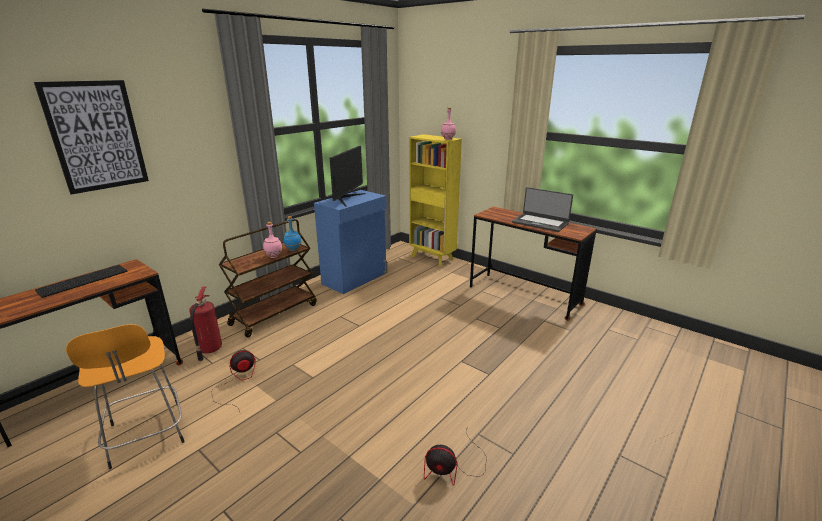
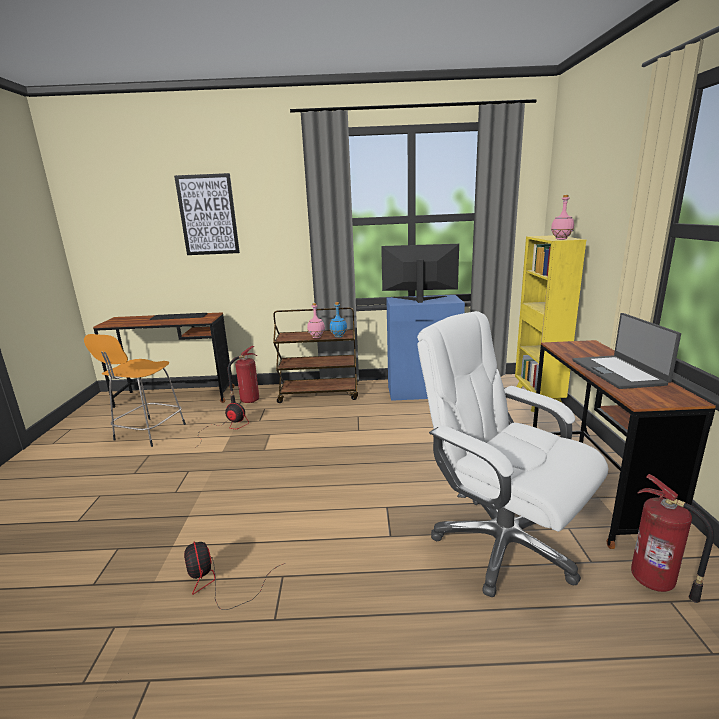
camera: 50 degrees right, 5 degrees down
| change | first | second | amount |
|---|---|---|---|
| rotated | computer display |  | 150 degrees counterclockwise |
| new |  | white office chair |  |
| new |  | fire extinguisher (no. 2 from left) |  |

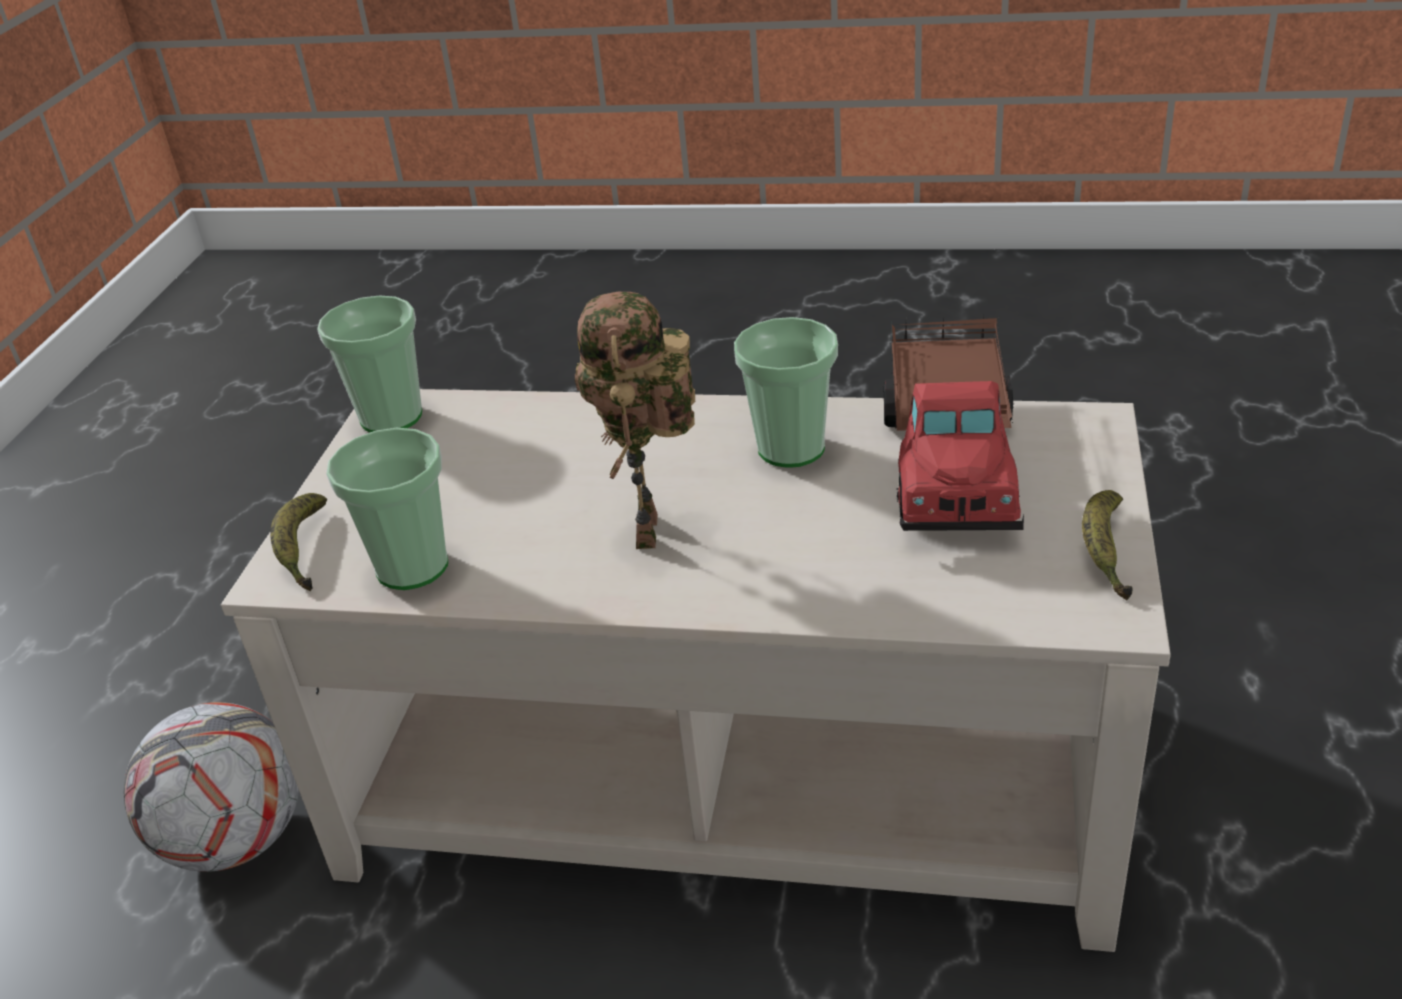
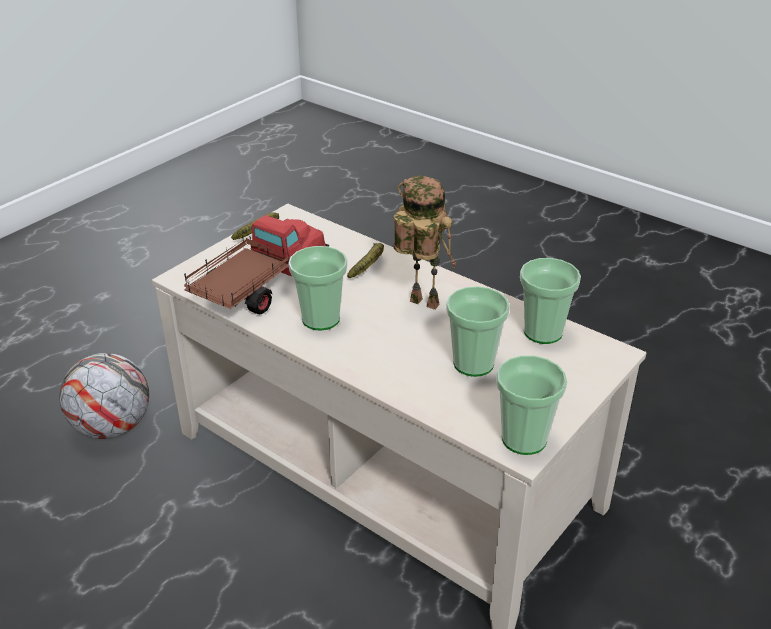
camera: 155 degrees left, 0 degrees up
| change | first | second | amount |
|---|---|---|---|
| shifted | ball for football |  |  |
| shifted | banana (no. 1 from left in the first image) | banana (no. 2 from left) |  |
| rotated | robot figure |  | 90 degrees counterclockwise |
| new |  | cup (no. 2 from left) |  |

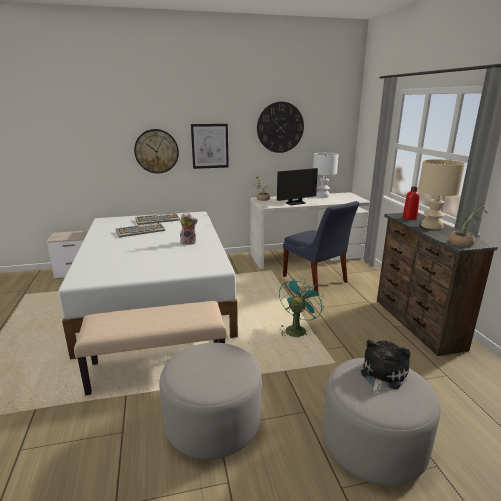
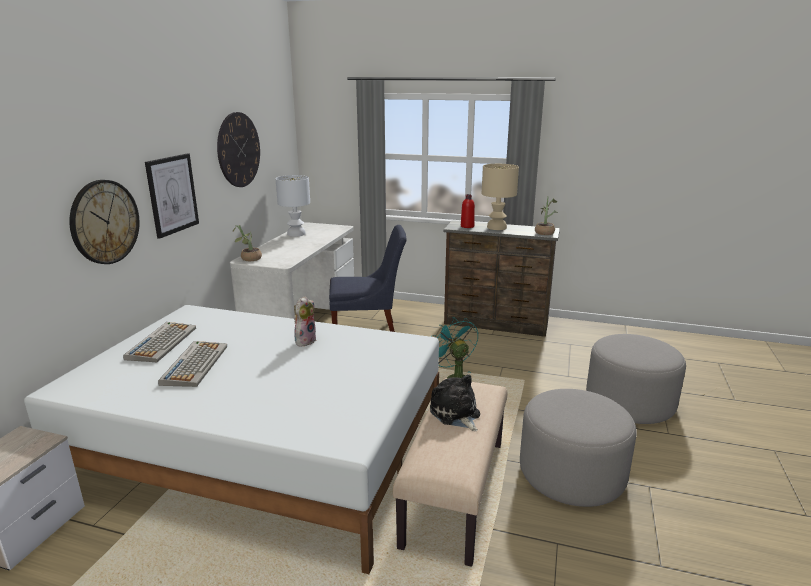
camera: 60 degrees left, 0 degrees up
| change | first | second | amount |
|---|---|---|---|
| shifted | plush toy (no. 2 from left) |  |  |
| gone | computer display |  |  |

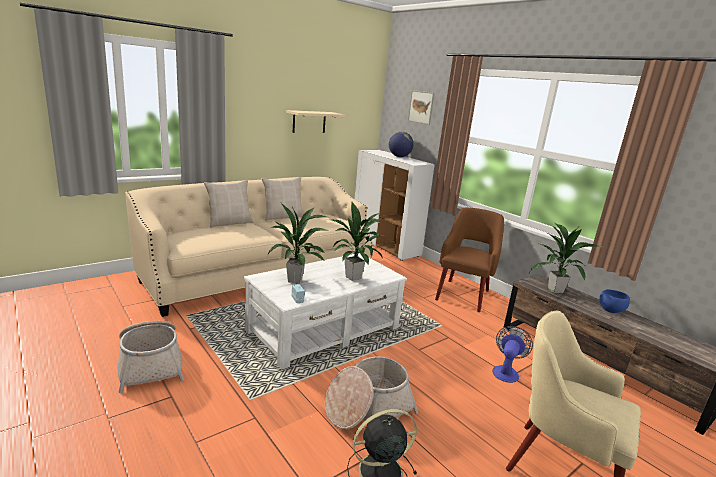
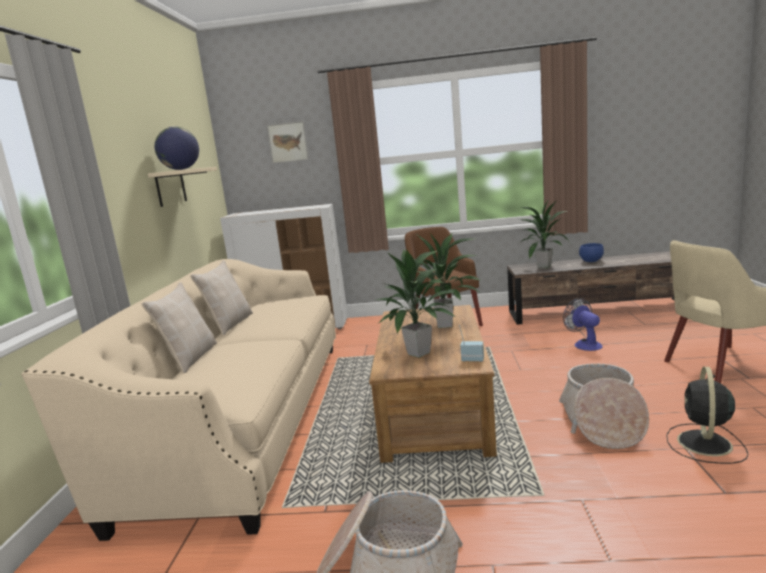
camera: 45 degrees left, 5 degrees down
| change | first | second | amount |
|---|---|---|---|
| shifted | globe |  |  |
| repainted | white low table | brown-coloured low table |  |

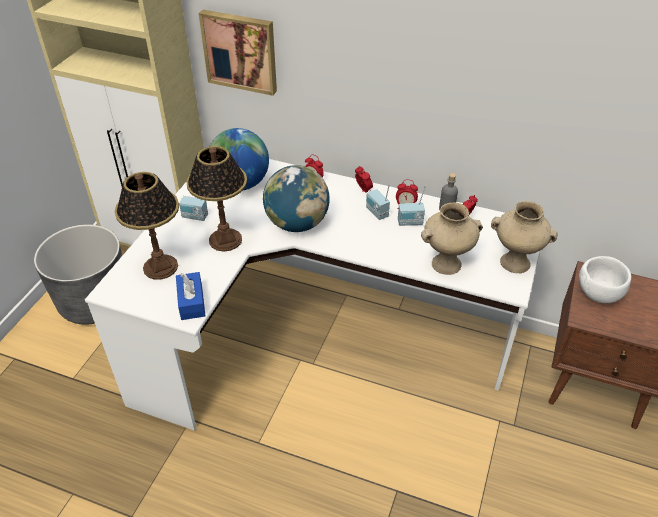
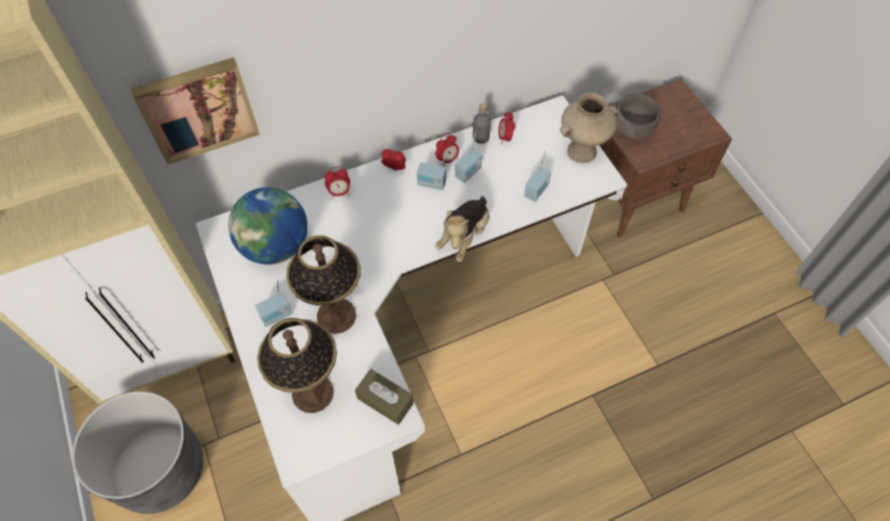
camera: 45 degrees left, 15 degrees up
| change | first | second | amount |
|---|---|---|---|
| repainted | bluish tissue box | brown-coloured tissue box |  |
| new |  | plush toy |  |
| swapped | beige-coloured vase (no. 1 from left) | radio receiver (no. 4 from left) |  |
| repainted | white bowl | brown-coloured bowl |  |
| gone | globe (no. 2 from left) |  |  |

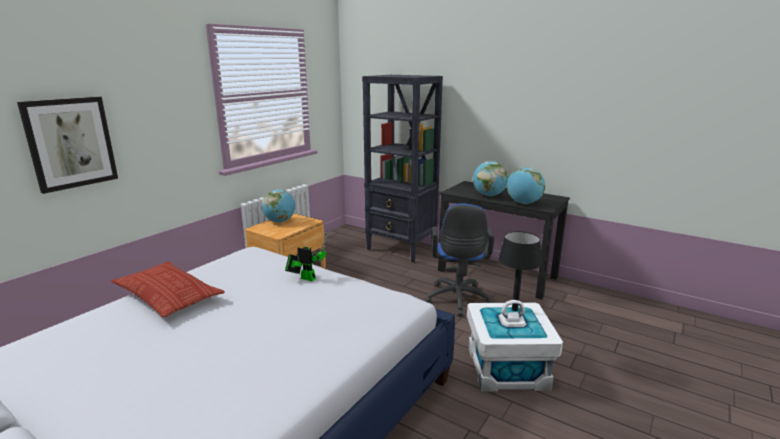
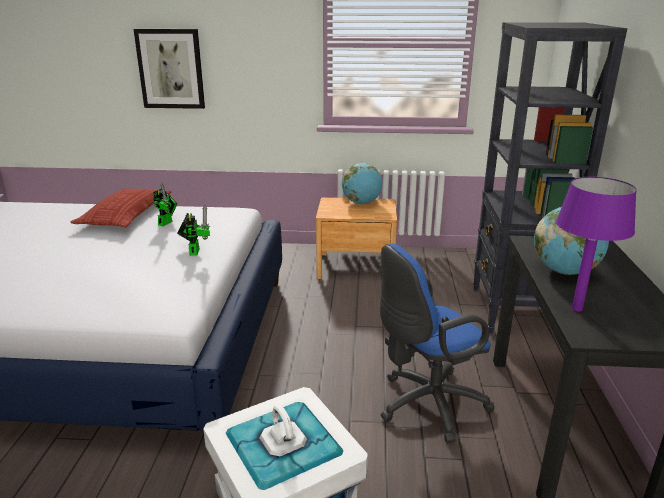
camera: 60 degrees right, 5 degrees up
| change | first | second | amount |
|---|---|---|---|
| new |  | robot figure (no. 1 from left) |  |
| swapped | globe (no. 3 from left) | purplish lamp for a table |  |
| gone | black-coloured lamp for a table |  |  |

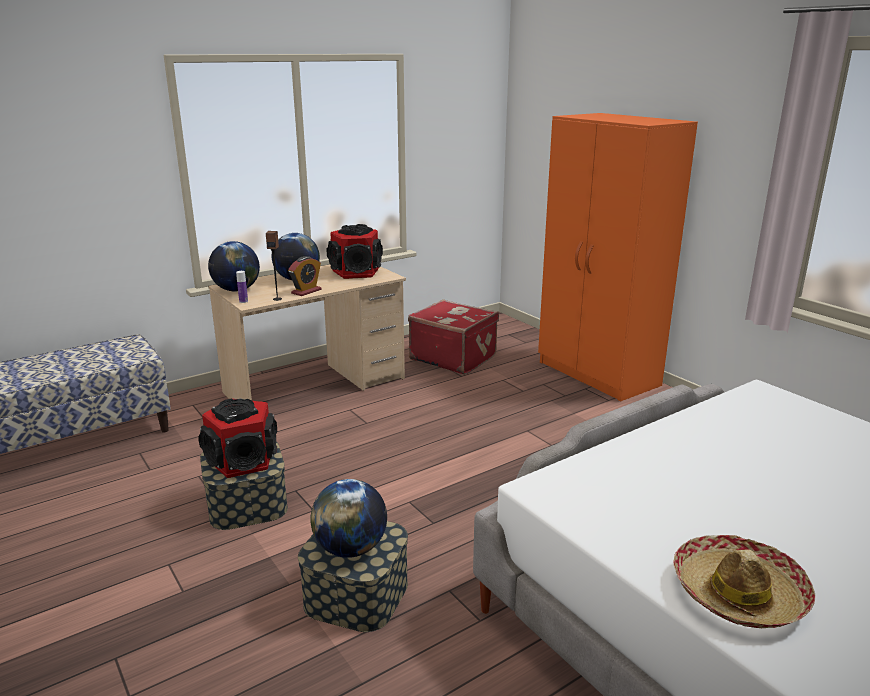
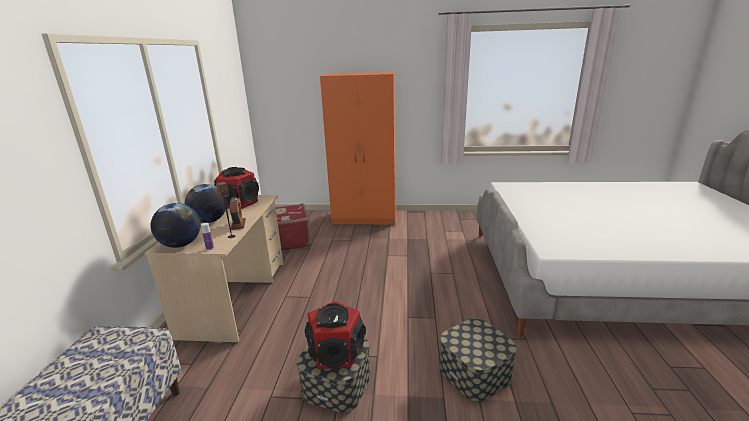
camera: 50 degrees left, 0 degrees up
| change | first | second | amount |
|---|---|---|---|
| gone | globe (no. 3 from left) |  |  |
| gone | wearable hat |  |  |

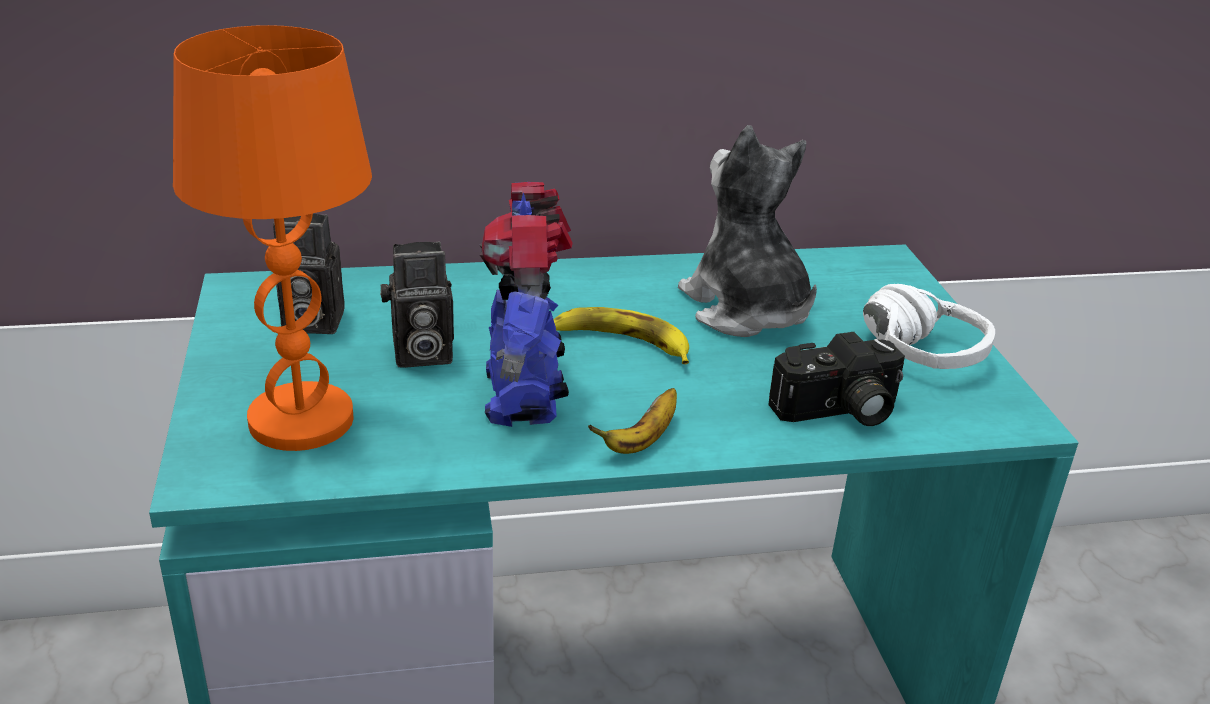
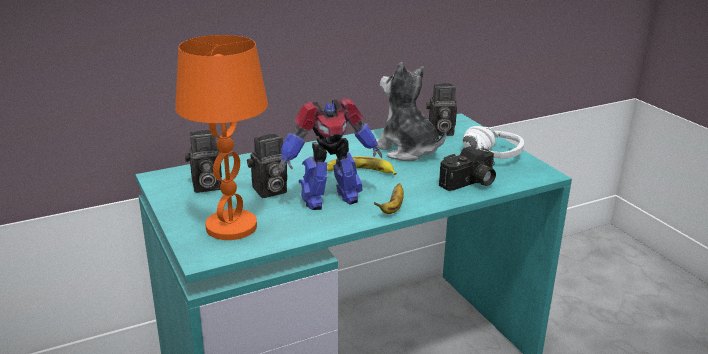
camera: 15 degrees left, 5 degrees down
| change | first | second | amount |
|---|---|---|---|
| rotated | robot figure |  | 90 degrees counterclockwise |
| new |  | still camera (no. 3 from left) |  |

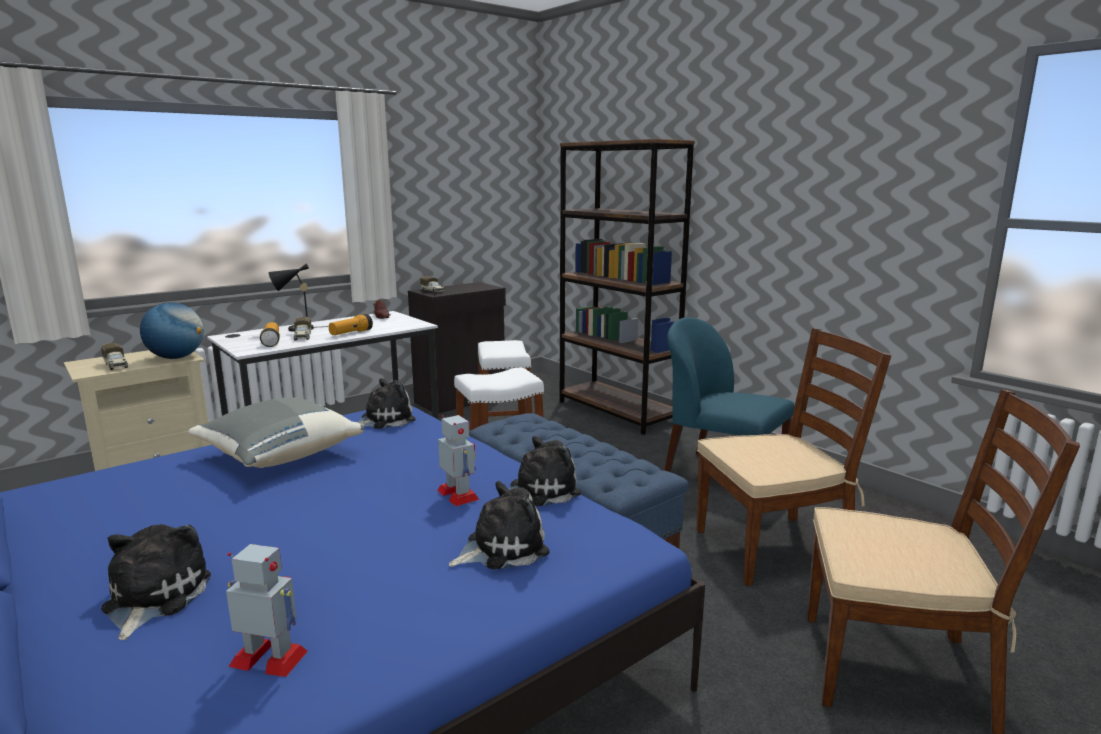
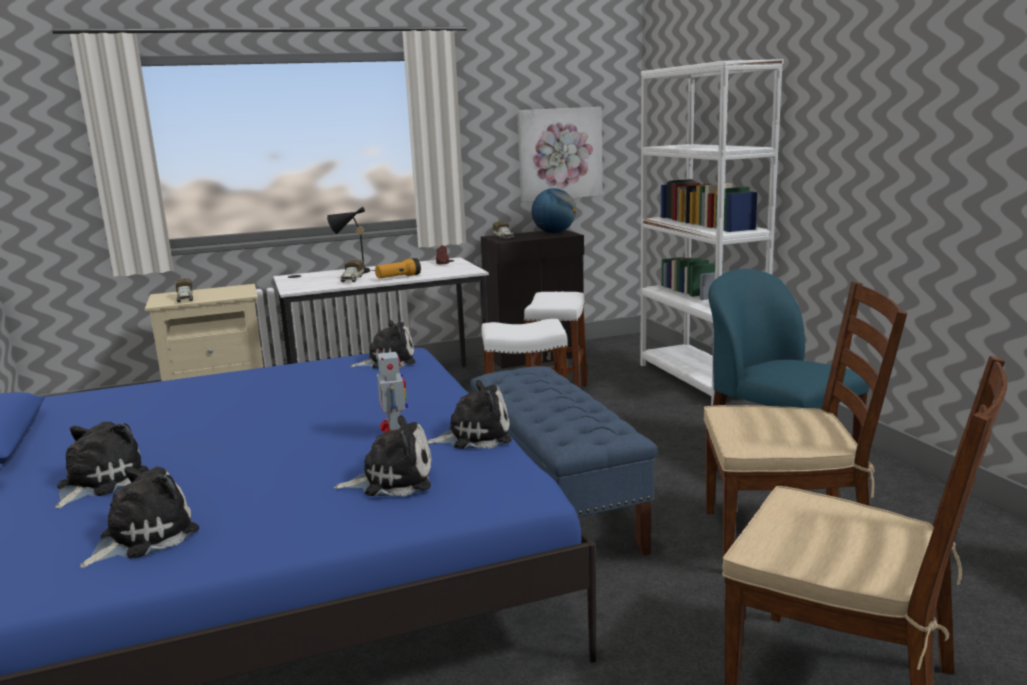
camera: 20 degrees right, 0 degrees up
| change | first | second | amount |
|---|---|---|---|
| swapped | robot figure (no. 1 from left) | plush toy (no. 2 from left) |  |
| new |  | wall art |  |
| shifted | globe |  |  |
| repainted | brown-coloured shelving unit | white shelving unit |  |
| gone | greyish cushion |  |  |
| gone | torch (no. 1 from left) |  |  |

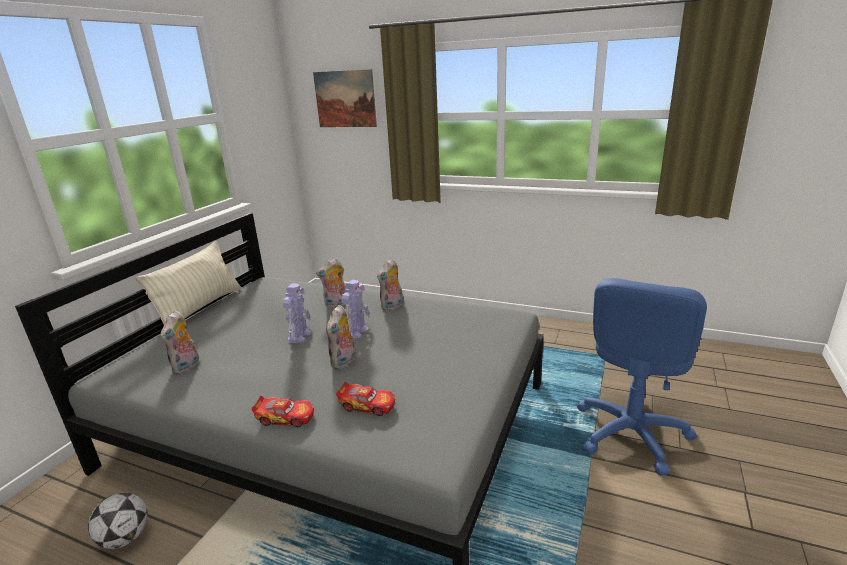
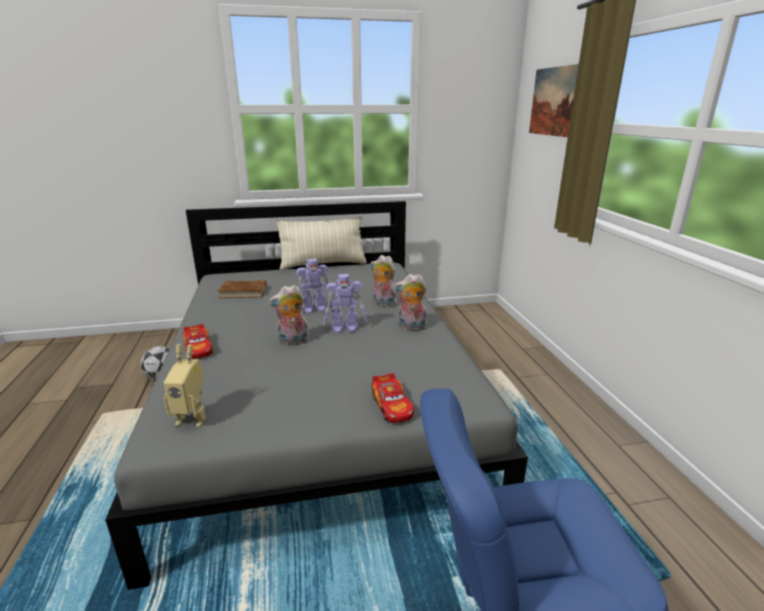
camera: 55 degrees right, 0 degrees up
| change | first | second | amount |
|---|---|---|---|
| new |  | robot figure (no. 1 from left) |  |
| swapped | plush toy (no. 1 from left) | brown-coloured book |  |
| shifted | miniature car (no. 2 from left) |  |  |

